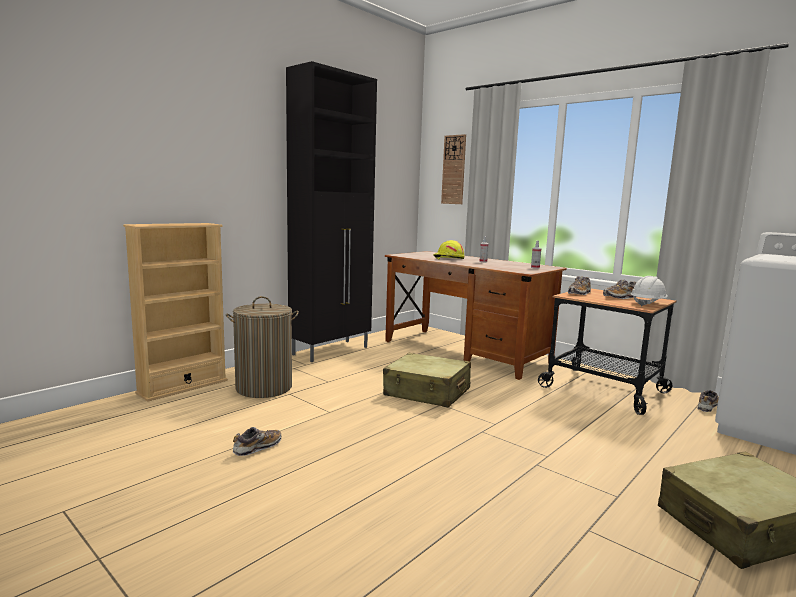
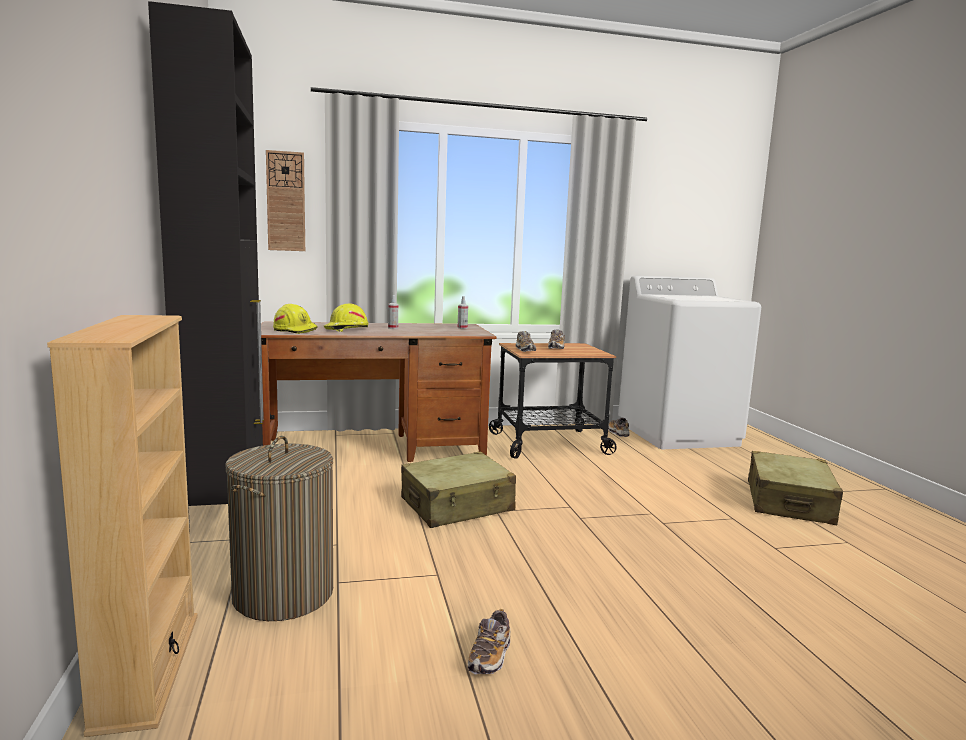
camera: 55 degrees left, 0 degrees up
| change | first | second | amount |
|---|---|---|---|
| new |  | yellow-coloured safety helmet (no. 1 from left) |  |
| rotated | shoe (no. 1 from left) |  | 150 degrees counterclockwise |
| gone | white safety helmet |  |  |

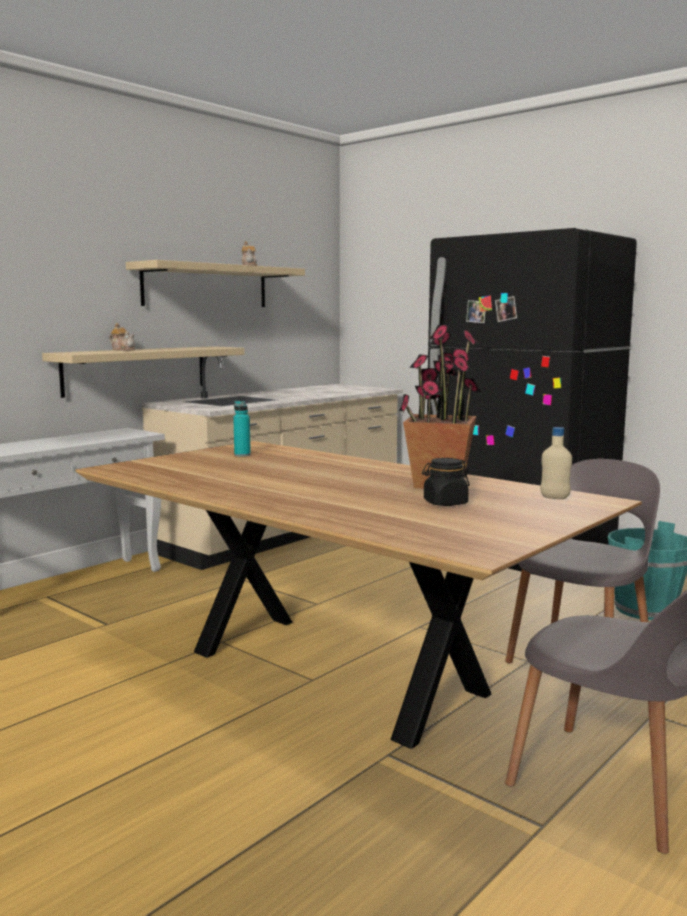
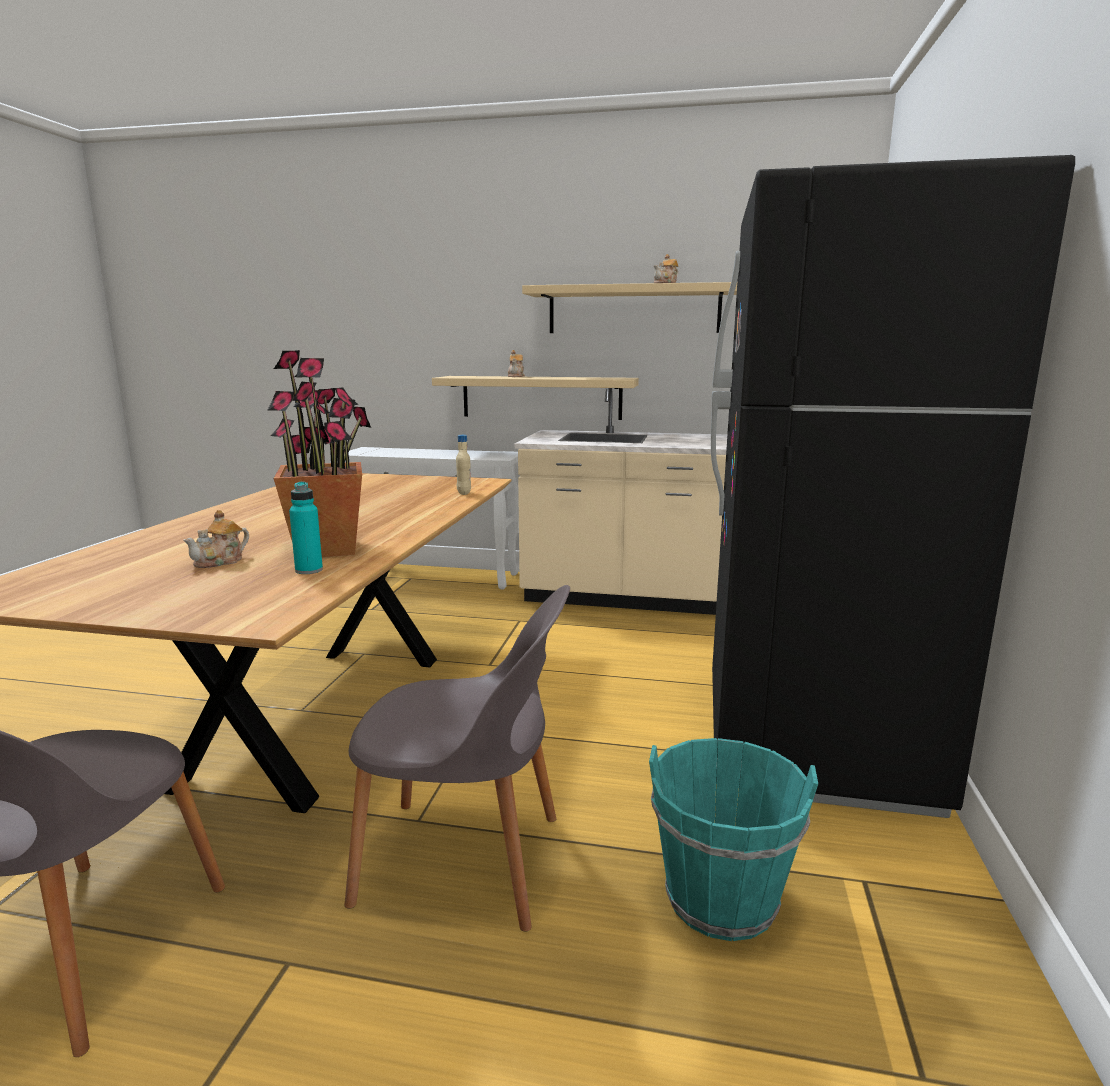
camera: 60 degrees right, 5 degrees up
| change | first | second | amount |
|---|---|---|---|
| swapped | black-coloured storage jar | teapot (no. 1 from left) |  |
| shifted | blue-green bottle |  |  |
| shifted | beige-coloured bottle |  |  |

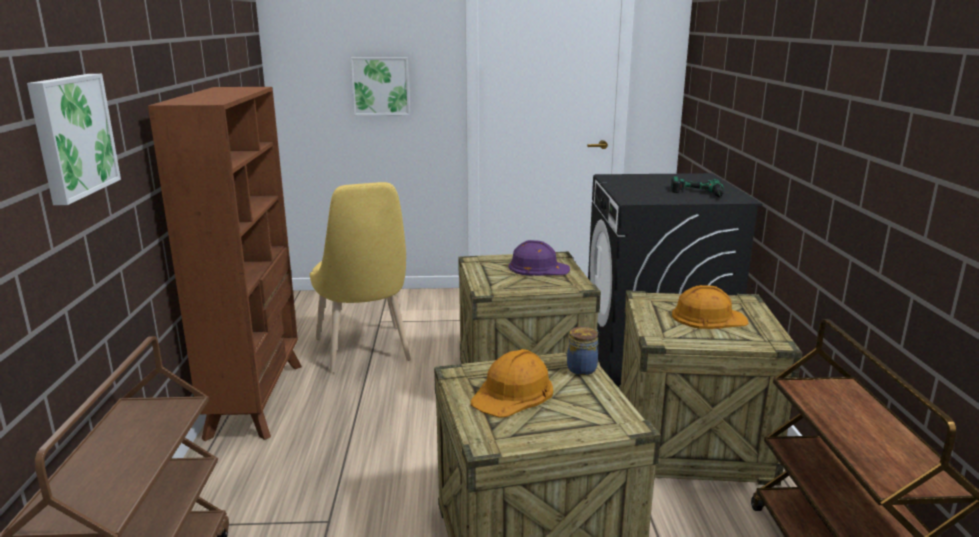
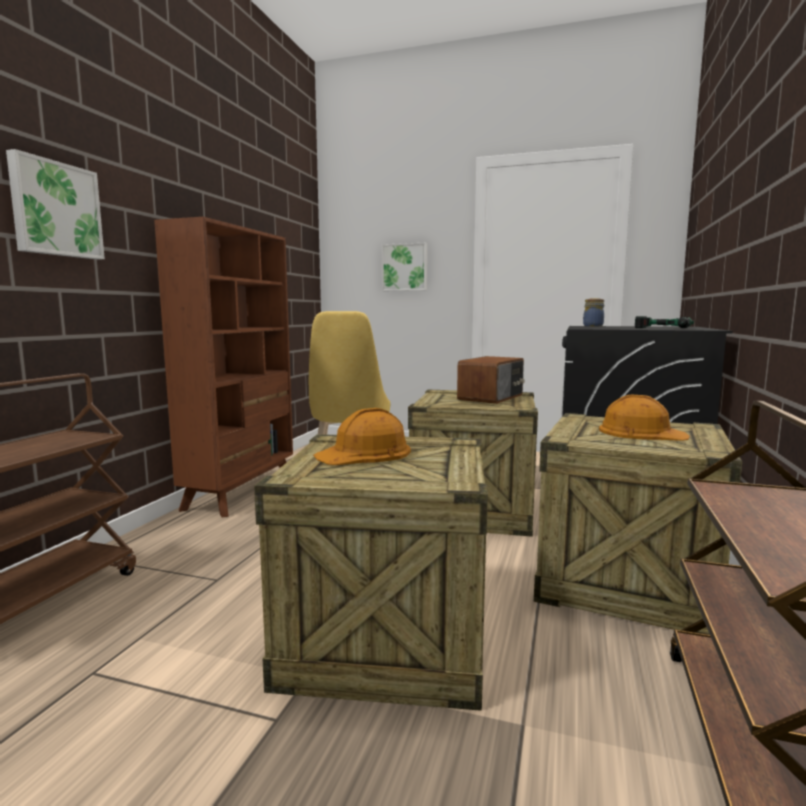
camera: 20 degrees right, 10 degrees down
| change | first | second | amount |
|---|---|---|---|
| swapped | purplish safety helmet | radio receiver |  |
| shifted | storage jar |  |  |

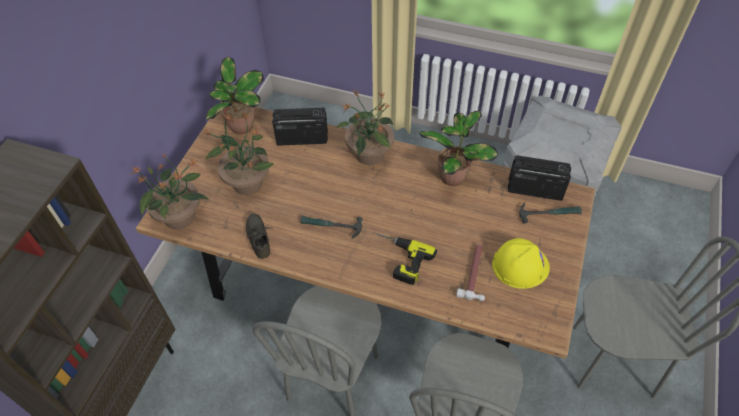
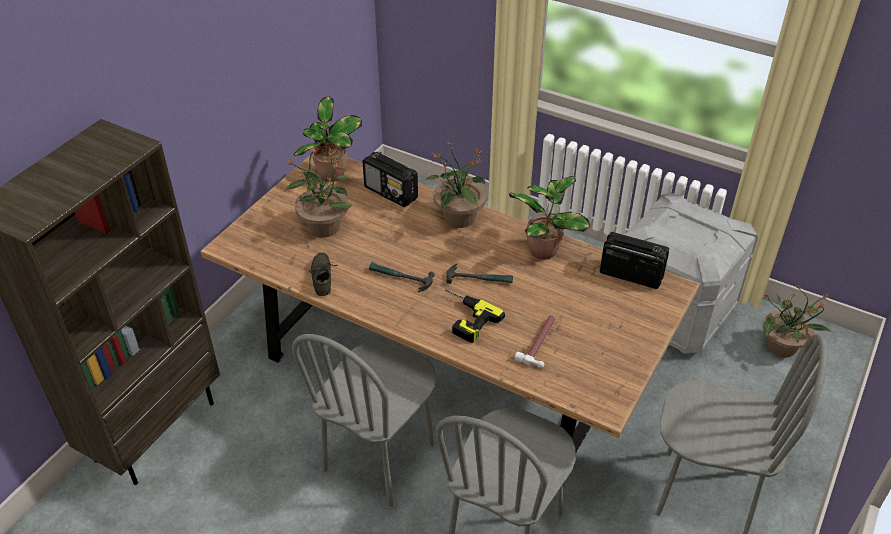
camera: 10 degrees right, 10 degrees down
| change | first | second | amount |
|---|---|---|---|
| rotated | radio receiver (no. 1 from left) |  | 150 degrees counterclockwise |
| shifted | hand hammer (no. 3 from left in the first image) | hand hammer (no. 2 from left) |  |
| shifted | plant in a pot (no. 1 from left in the first image) | plant in a pot (no. 5 from left) |  |
| gone | yellow-coloured safety helmet |  |  |

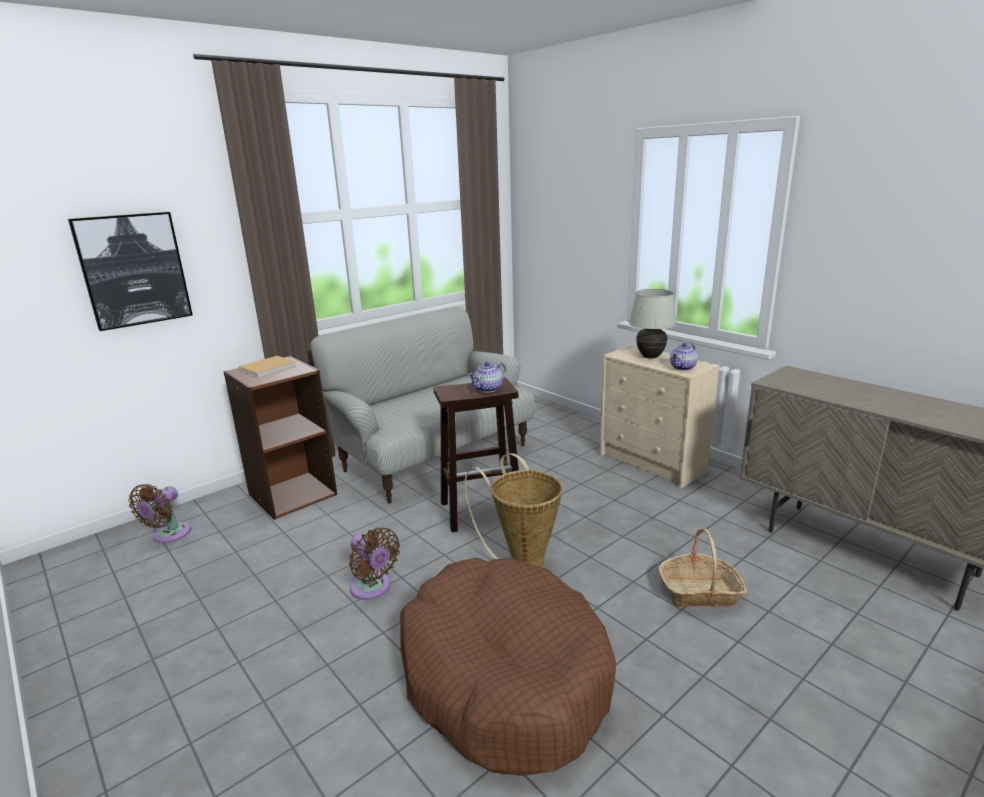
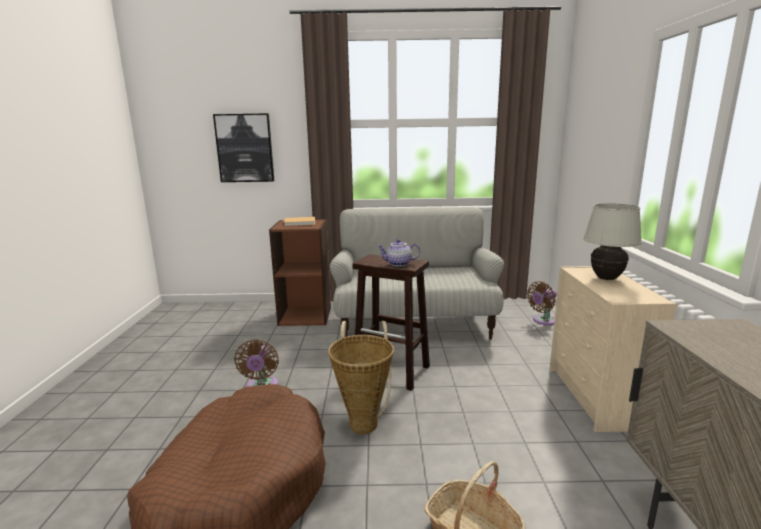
camera: 40 degrees right, 5 degrees down
| change | first | second | amount |
|---|---|---|---|
| shifted | brown-coloured electric fan (no. 1 from left in the first image) | brown-coloured electric fan (no. 2 from left) |  |
| gone | teapot (no. 2 from left) |  |  |

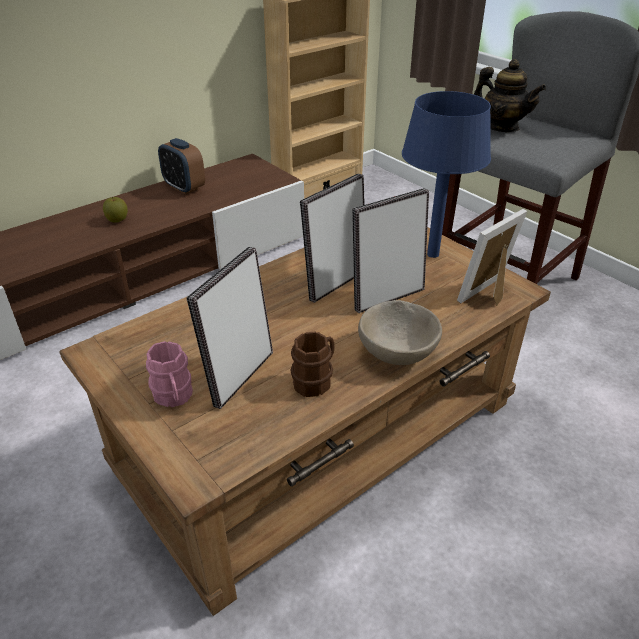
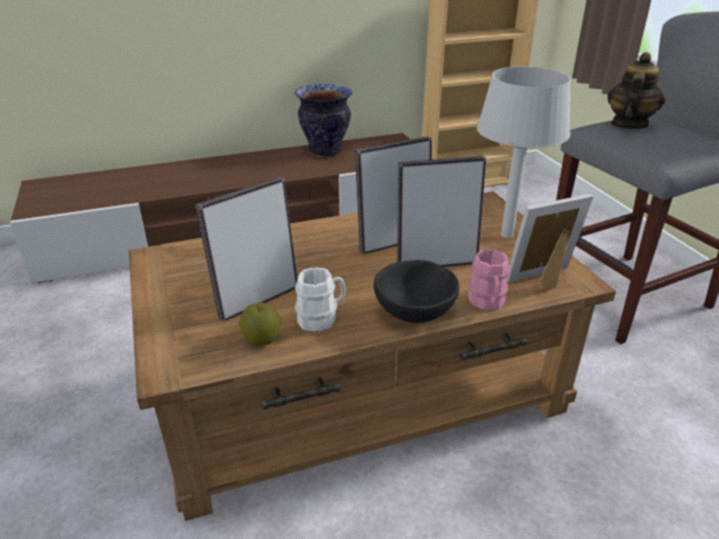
camera: 20 degrees right, 5 degrees down
| change | first | second | amount |
|---|---|---|---|
| shifted | apple |  |  |
| swapped | alarm clock | vase |  |
| repainted | brown-coloured coffee mug | white coffee mug |  |
| repainted | beige-coloured bowl | black-coloured bowl |  |
| shifted | pink-coloured coffee mug |  |  |
| repainted | bluish lamp for a table | greyish lamp for a table |  |
| rotated | teapot |  | 120 degrees counterclockwise |

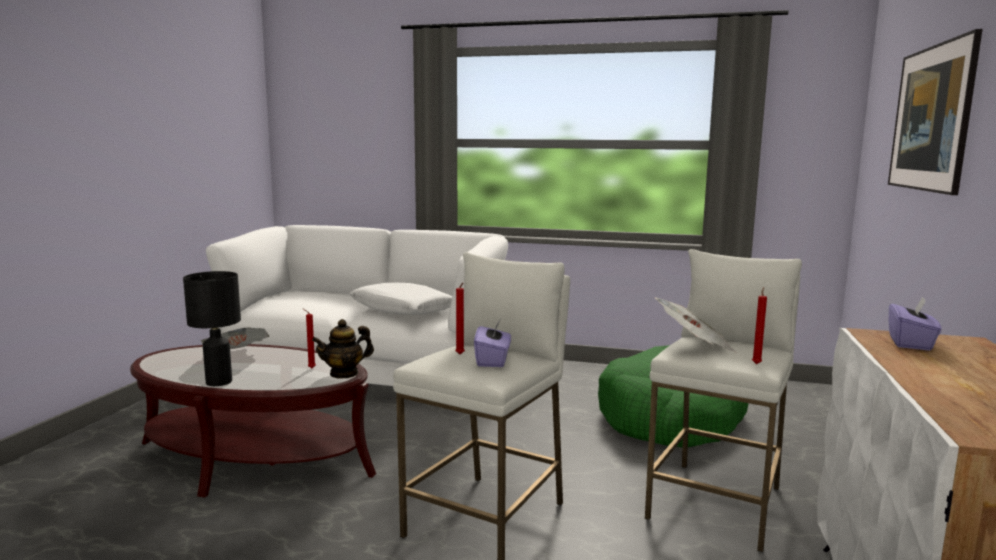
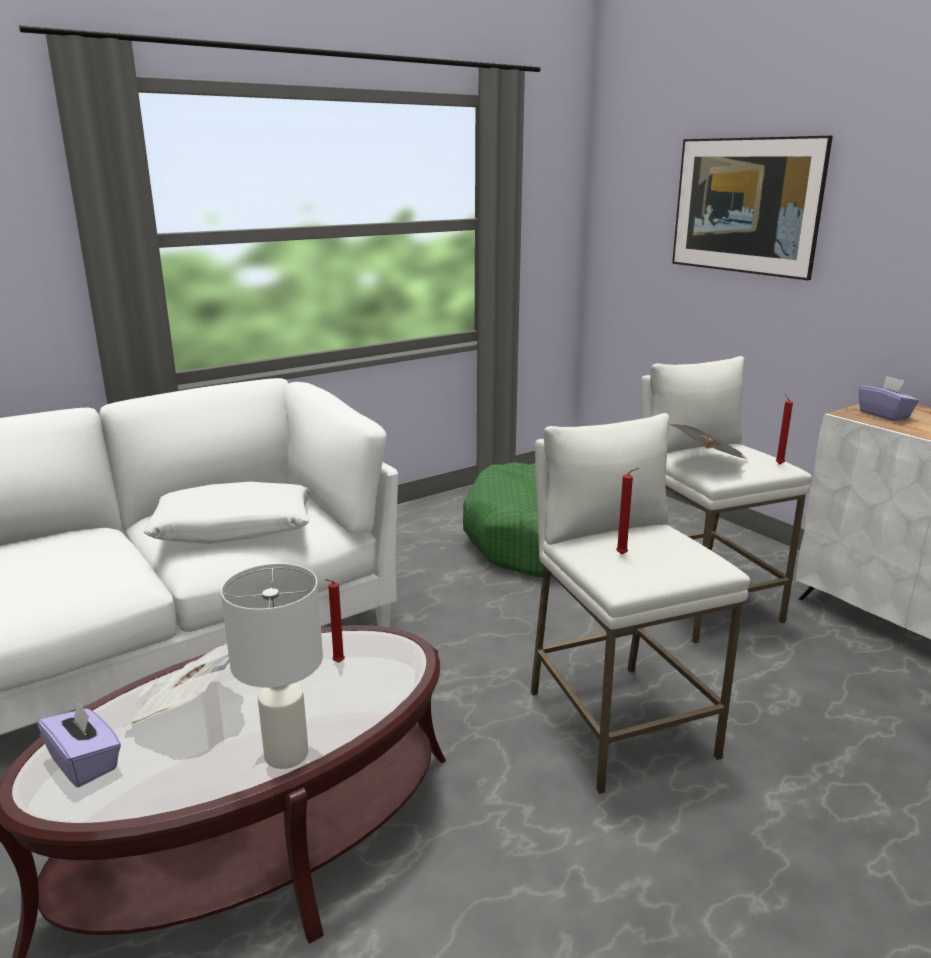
camera: 50 degrees left, 10 degrees up
| change | first | second | amount |
|---|---|---|---|
| shifted | purplish tissue box (no. 1 from left) |  |  |
| repainted | black-coloured lamp for a table | white lamp for a table |  |
| gone | teapot |  |  |

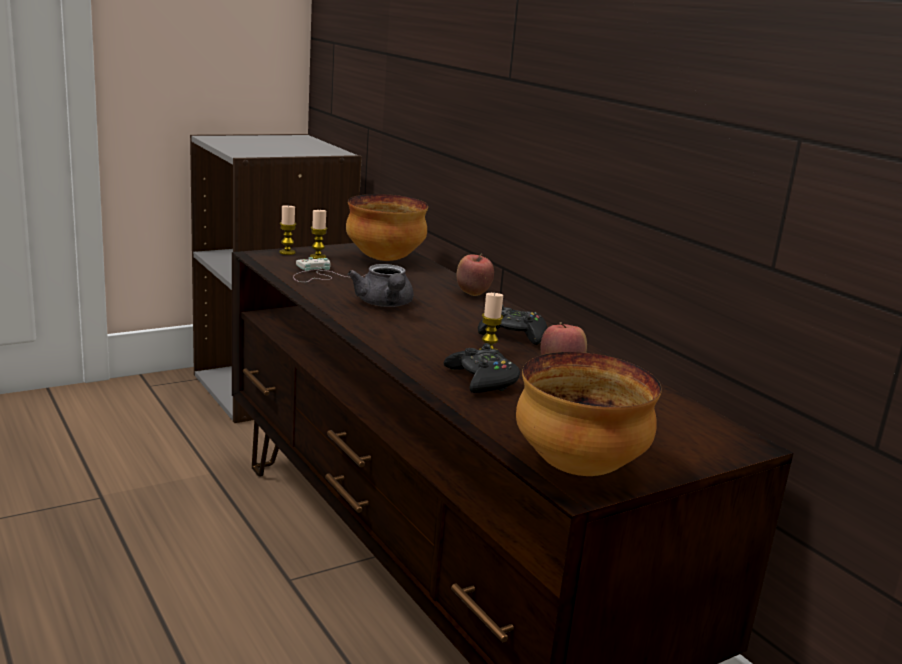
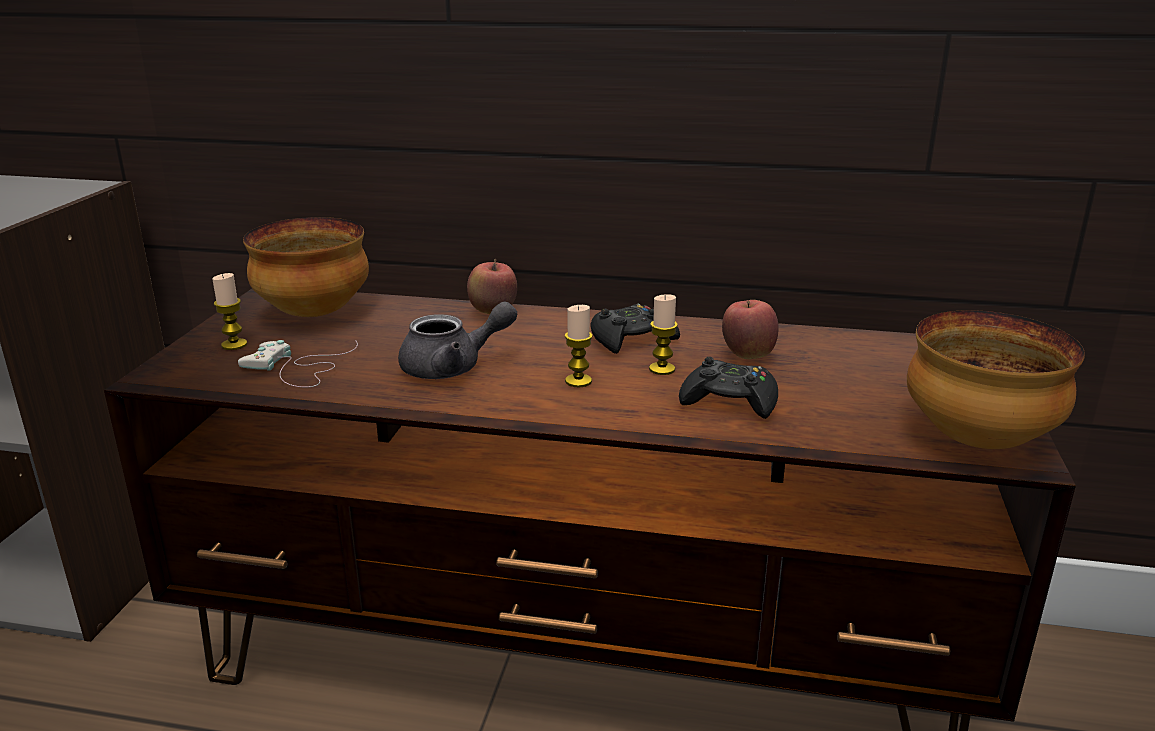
camera: 45 degrees left, 5 degrees up
| change | first | second | amount |
|---|---|---|---|
| rotated | greyish teapot |  | 45 degrees counterclockwise |
| shifted | candle (no. 1 from left in the first image) | candle (no. 2 from left) |  |

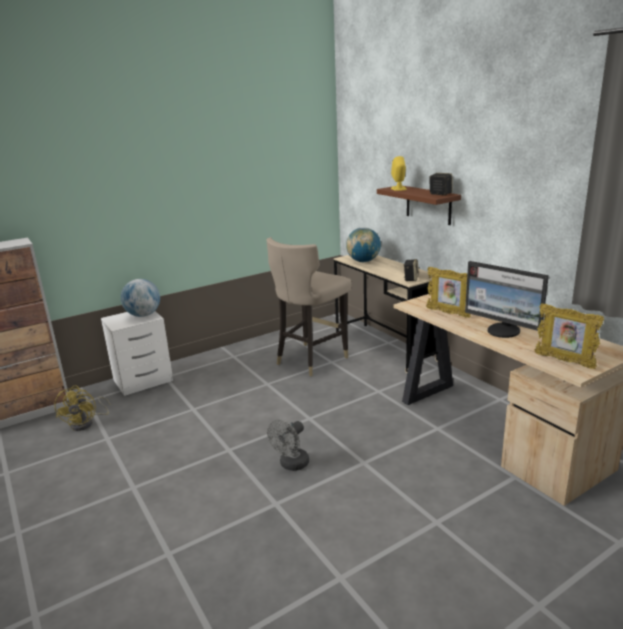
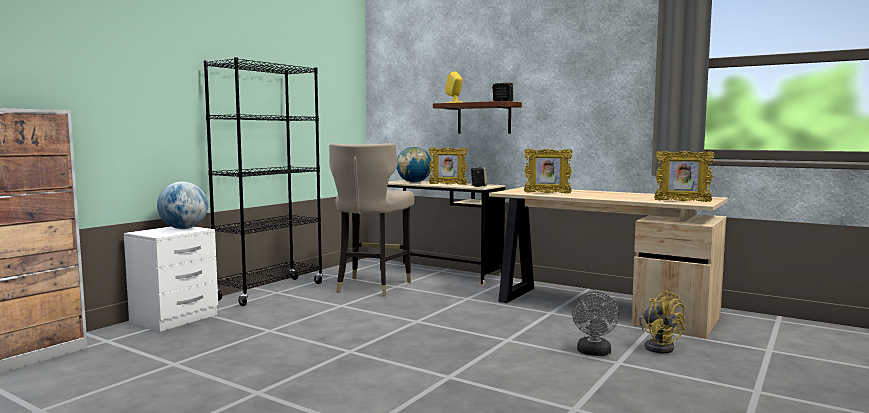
camera: 25 degrees left, 15 degrees down
| change | first | second | amount |
|---|---|---|---|
| new |  | black-coloured shelving unit |  |
| new |  | standing frame (no. 1 from left) |  |
| shifted | greyish electric fan |  |  |
| shifted | yellow-coloured electric fan |  |  |
| gone | computer display |  |  |

